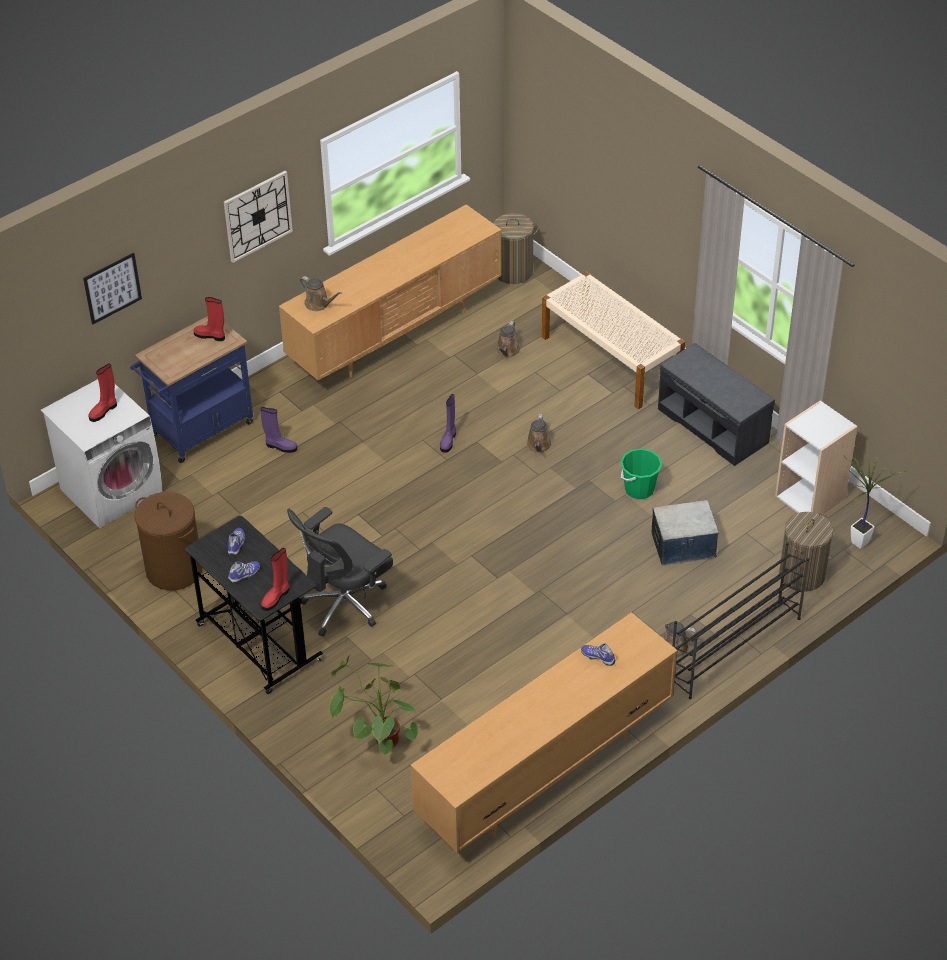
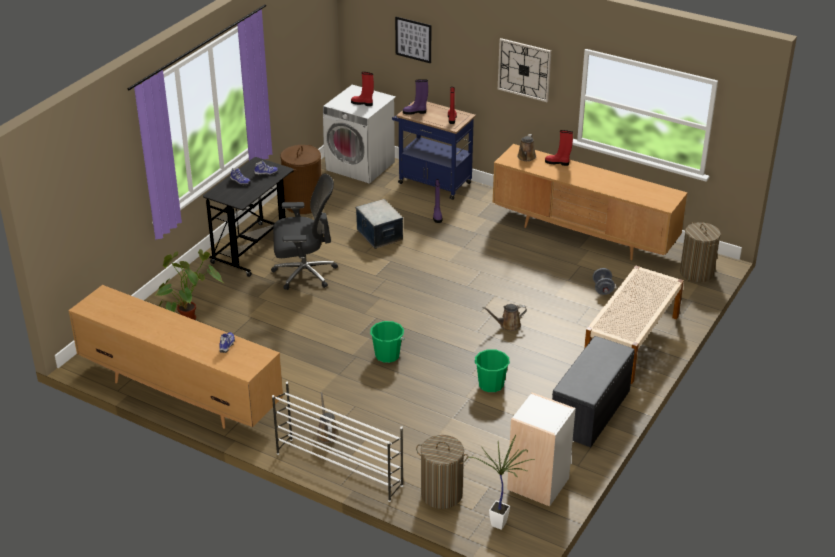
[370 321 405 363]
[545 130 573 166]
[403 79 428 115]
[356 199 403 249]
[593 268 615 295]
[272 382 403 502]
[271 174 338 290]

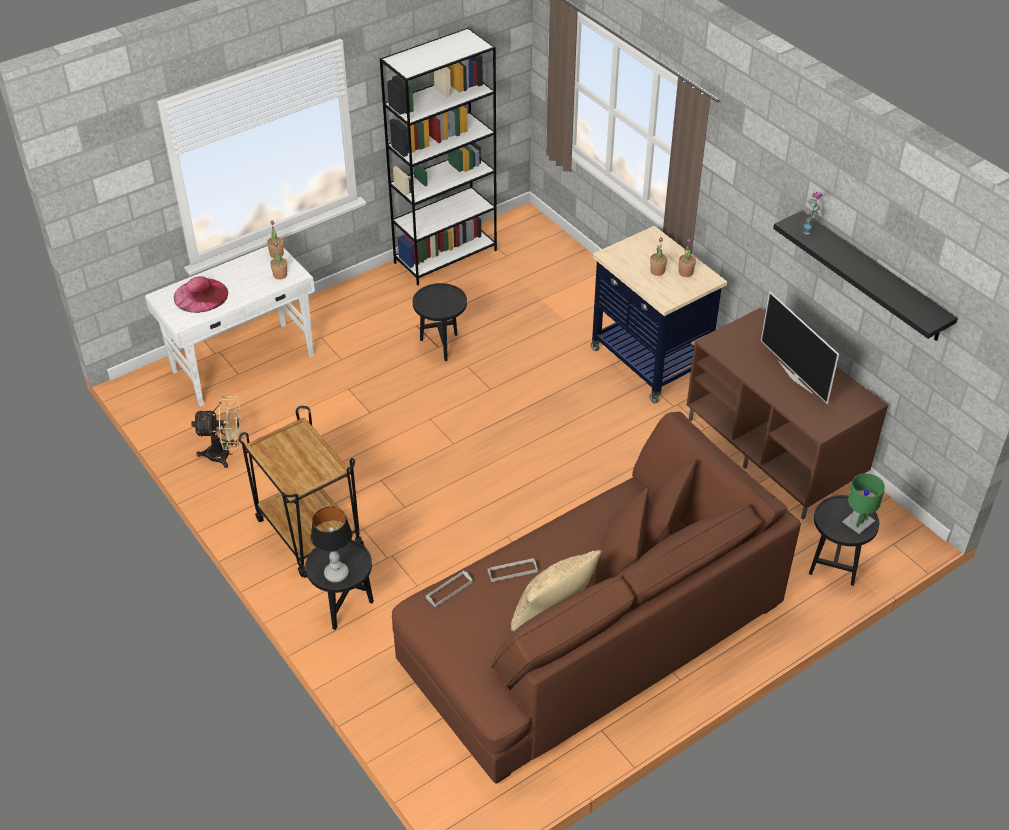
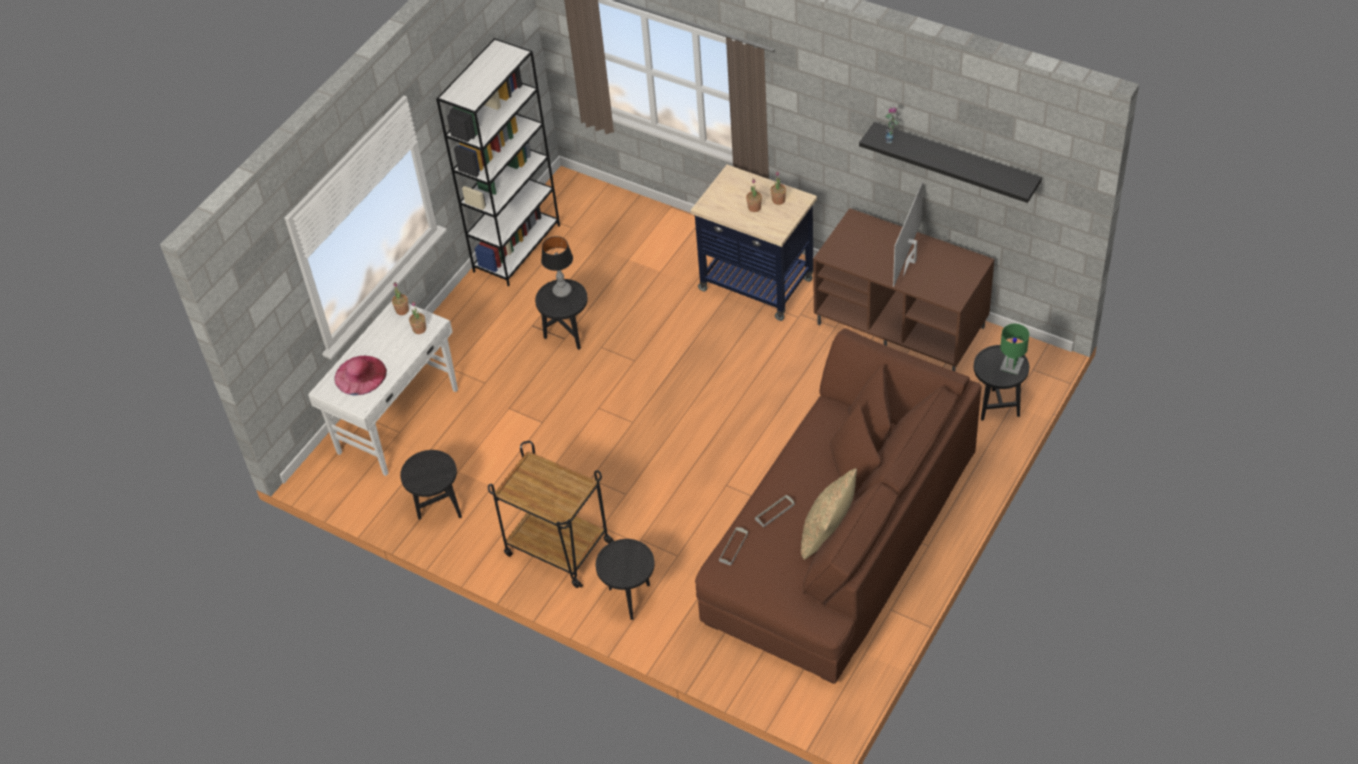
[541 236 573 297]
[400 450 462 520]
[893 181 923 287]

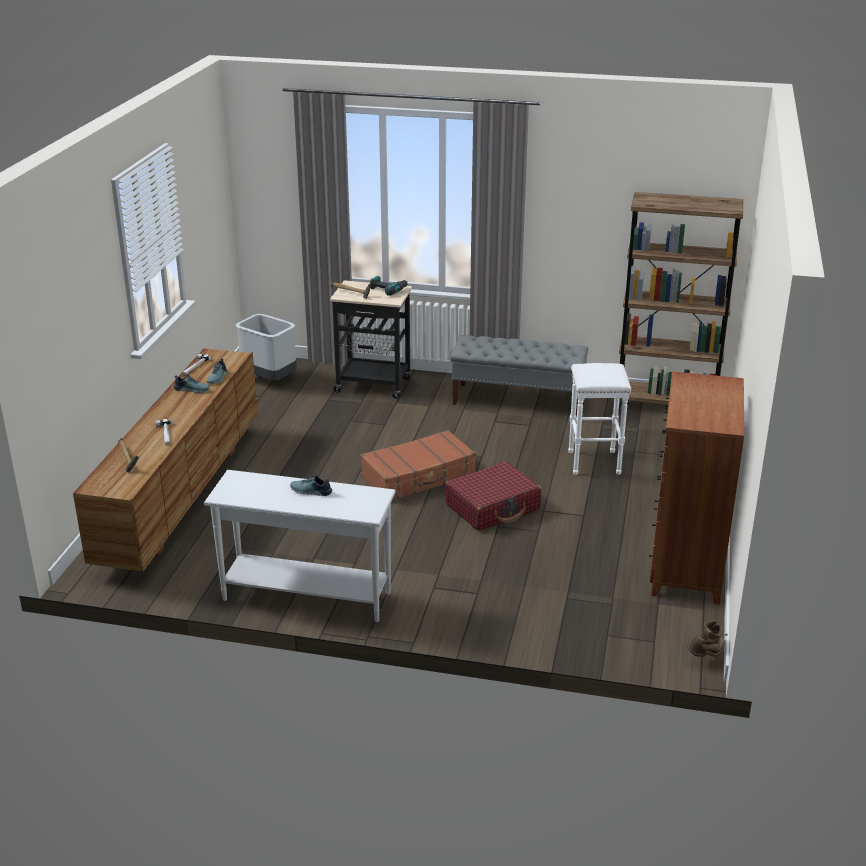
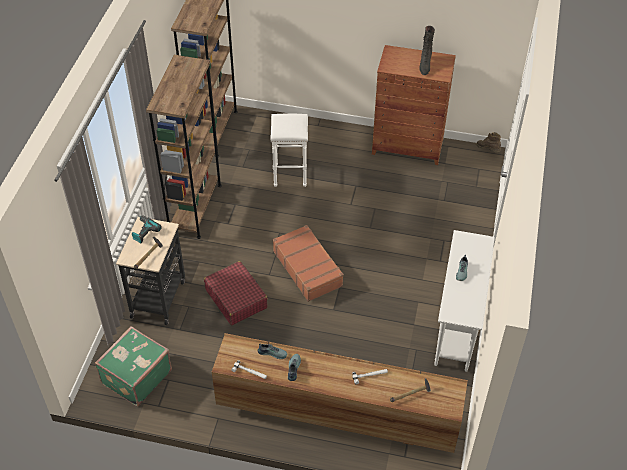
[419 26 435 75]
[204 261 268 325]
[95 326 172 406]
[146 55 222 239]

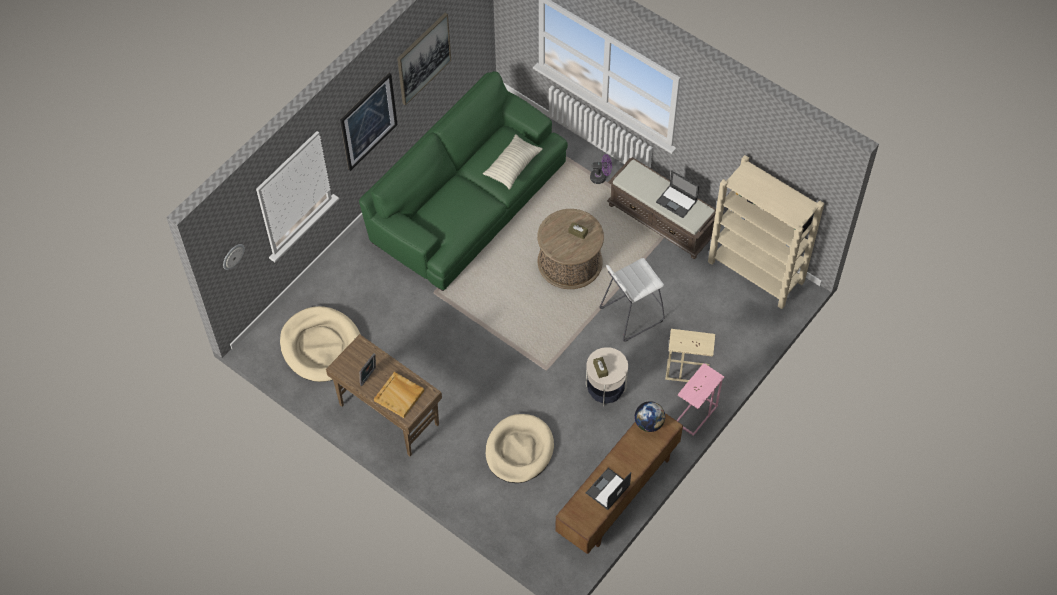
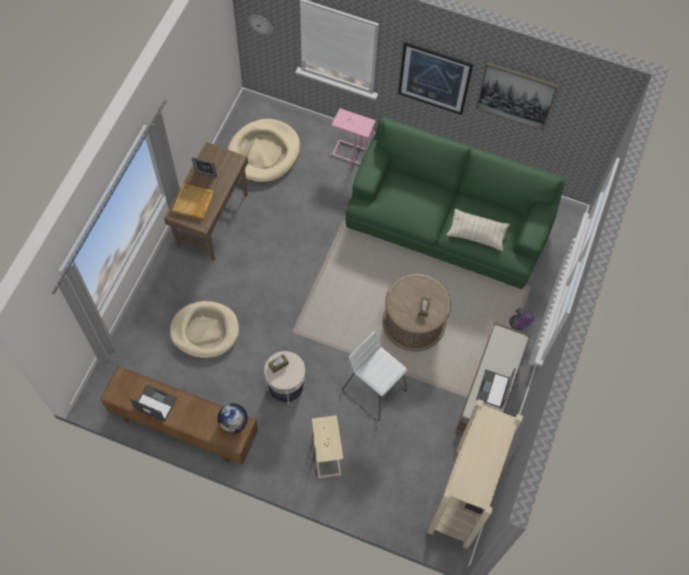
[332 108 376 165]

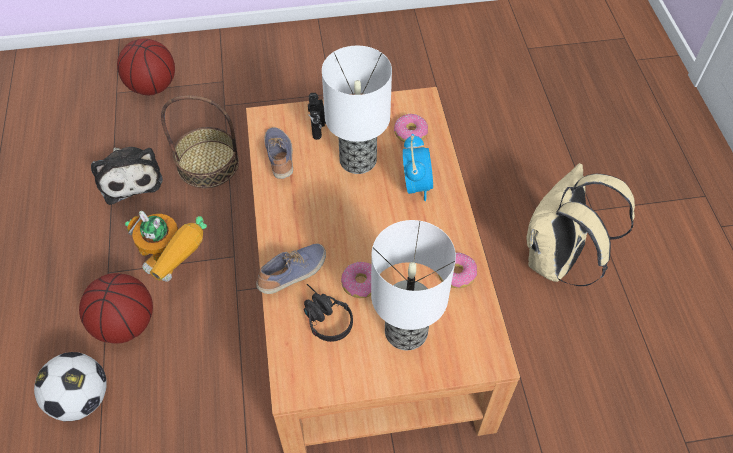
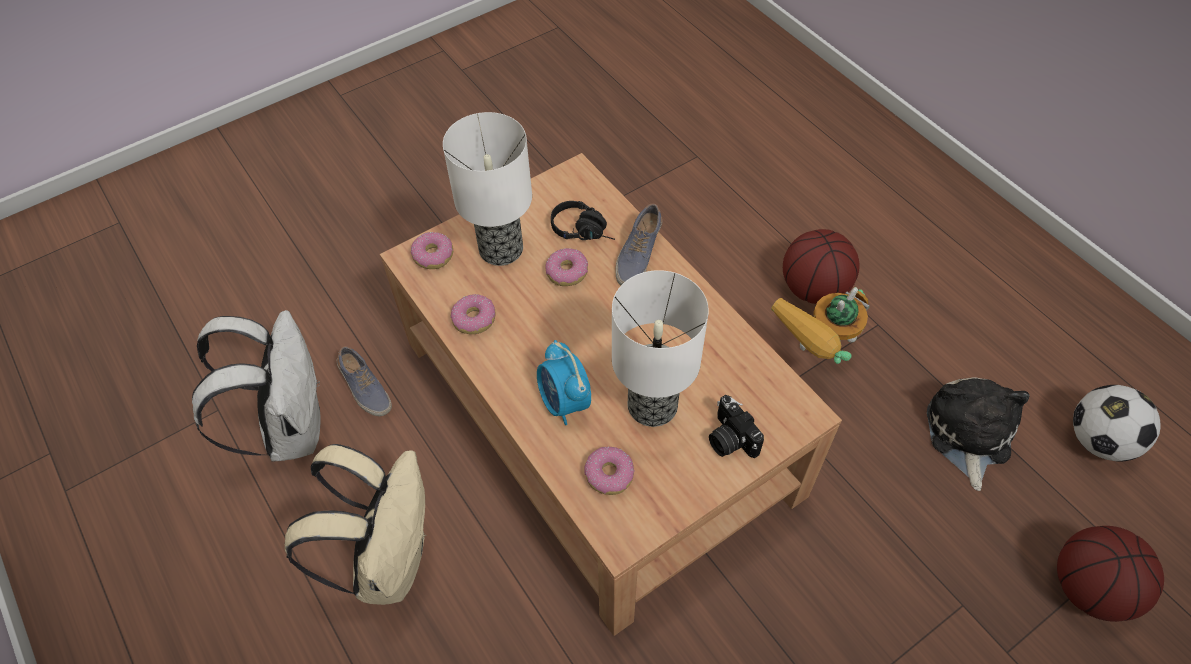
[161 95 239 188] (first image)
[192 310 321 461]
[411 232 453 269]
[1073 385 1161 462]
[337 346 392 416]
[927 377 1029 491]
[771 287 870 364]

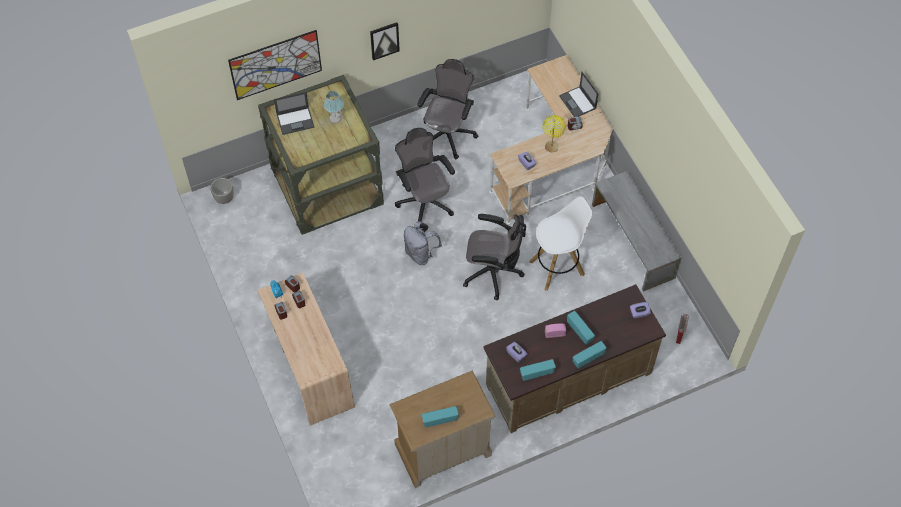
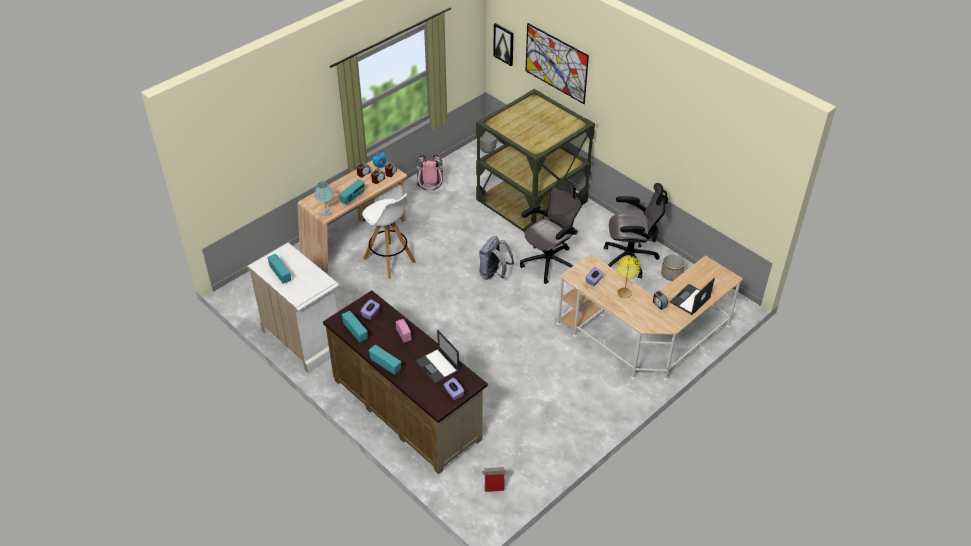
[463 214 526 300] (first image)
[592 171 682 292] (first image)
[416 155 443 191]
[661 254 685 281]
[415 329 460 384]
[314 182 334 216]
[493 23 514 66]
[362 193 416 279]
[339 179 365 205]
[247 242 340 373]

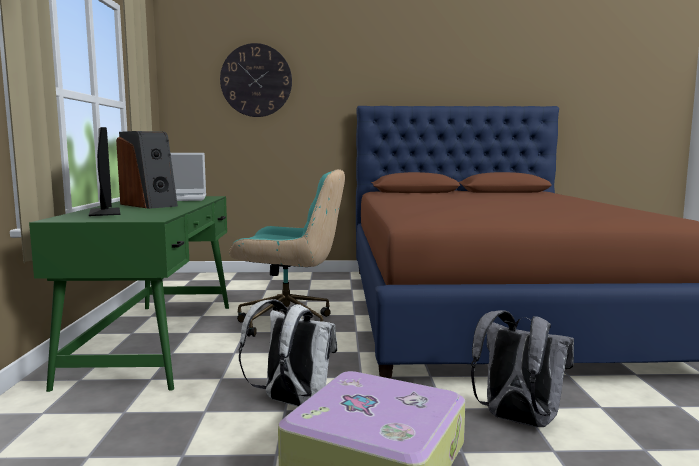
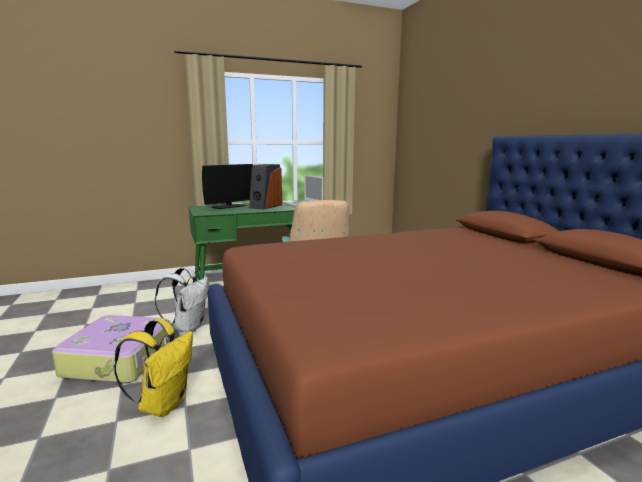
[220 43 292 117] (first image)
[114 318 193 417]

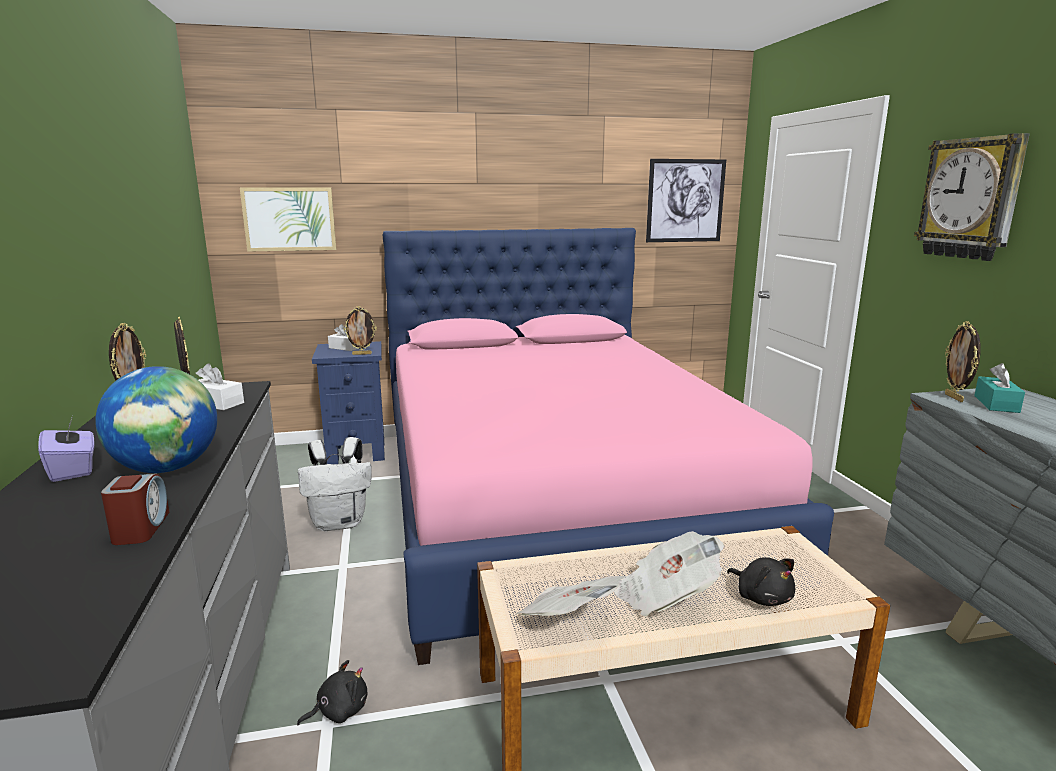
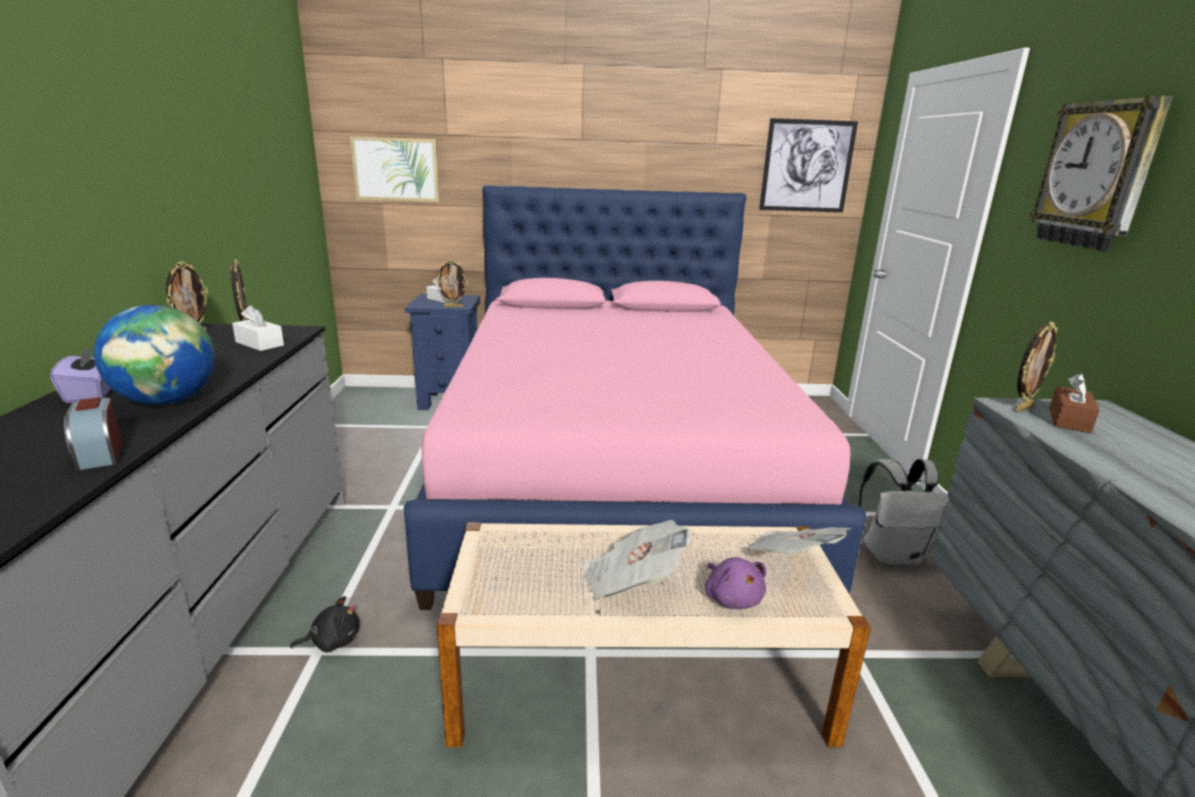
[859 459 949 565]
[741 527 852 553]
[705 557 766 609]
[1049 373 1100 433]
[64 397 122 471]
[1016 322 1058 412]

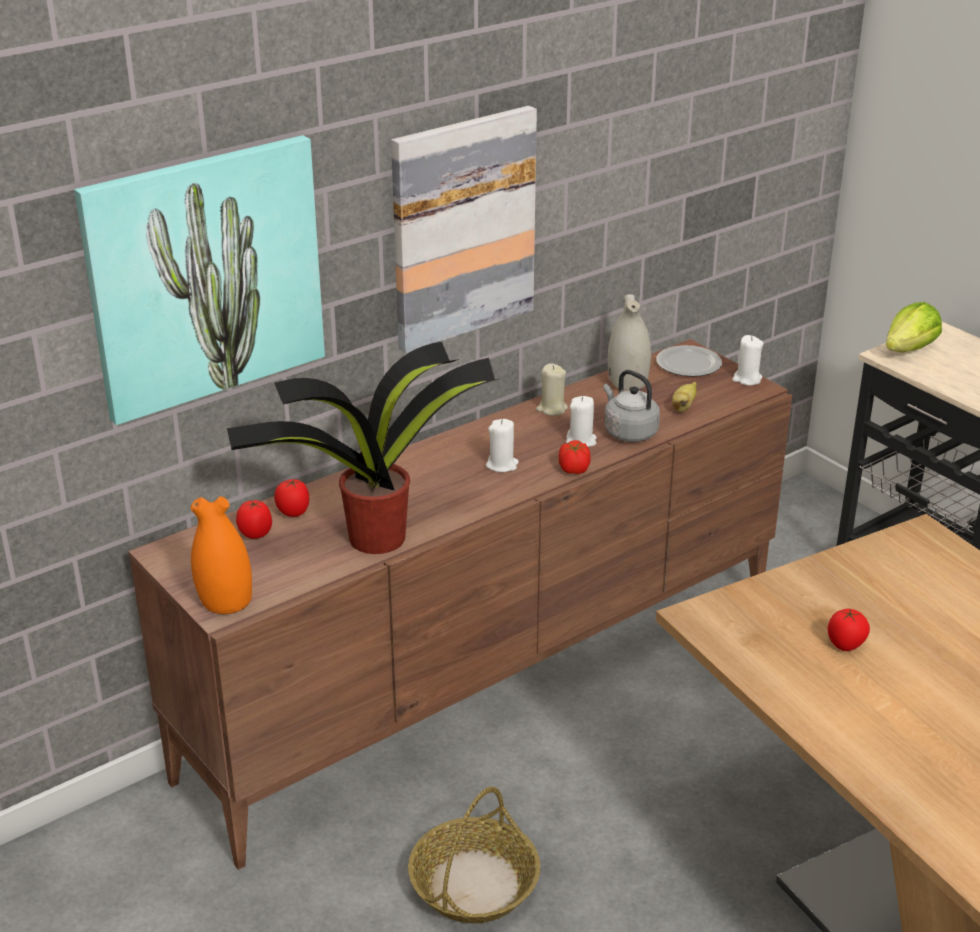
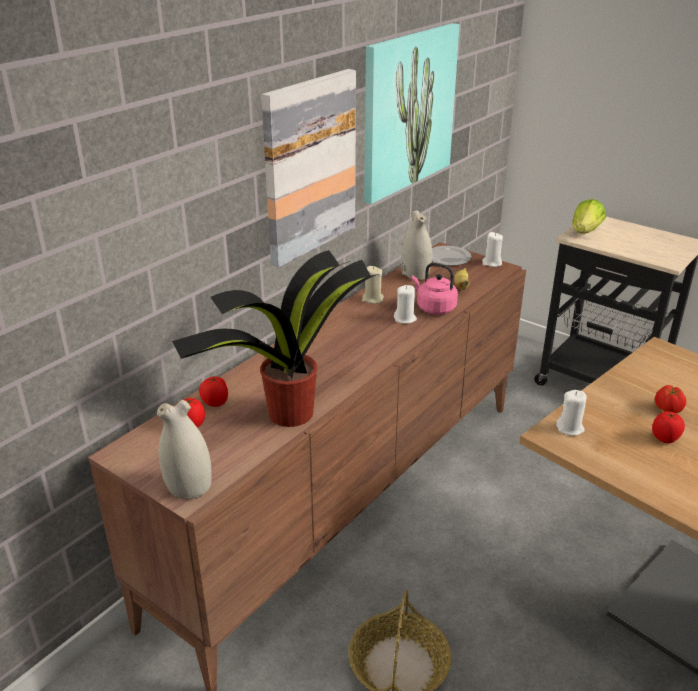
[364 23 460 204]
[556 390 586 436]
[655 385 686 413]
[157 400 212 500]
[412 262 458 315]

